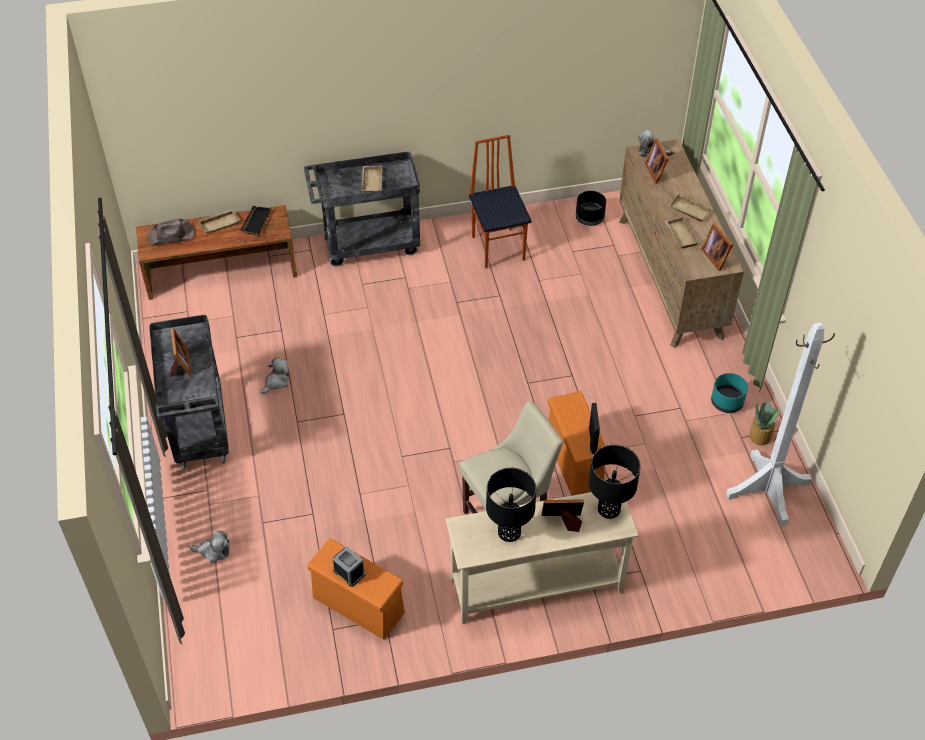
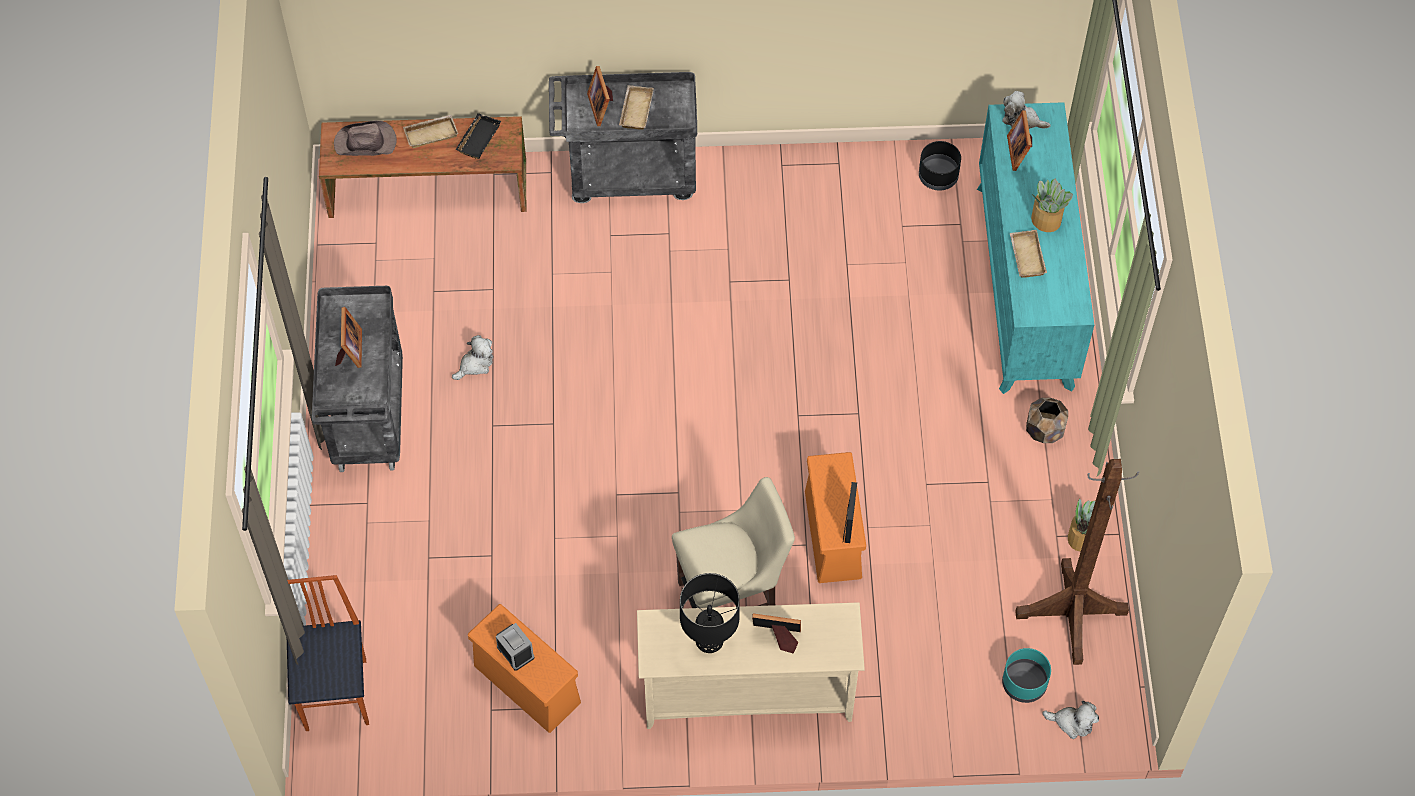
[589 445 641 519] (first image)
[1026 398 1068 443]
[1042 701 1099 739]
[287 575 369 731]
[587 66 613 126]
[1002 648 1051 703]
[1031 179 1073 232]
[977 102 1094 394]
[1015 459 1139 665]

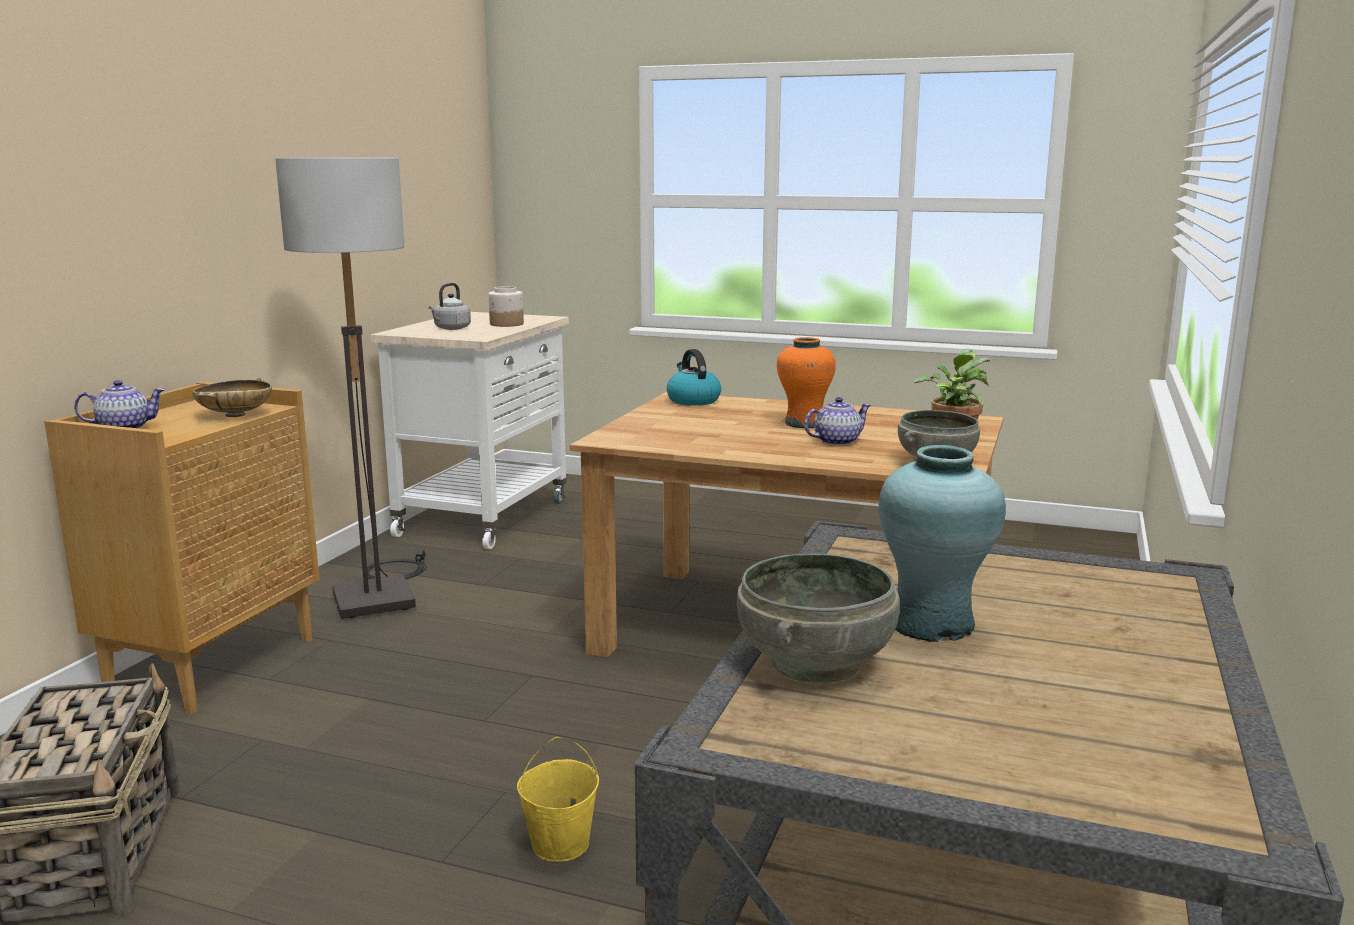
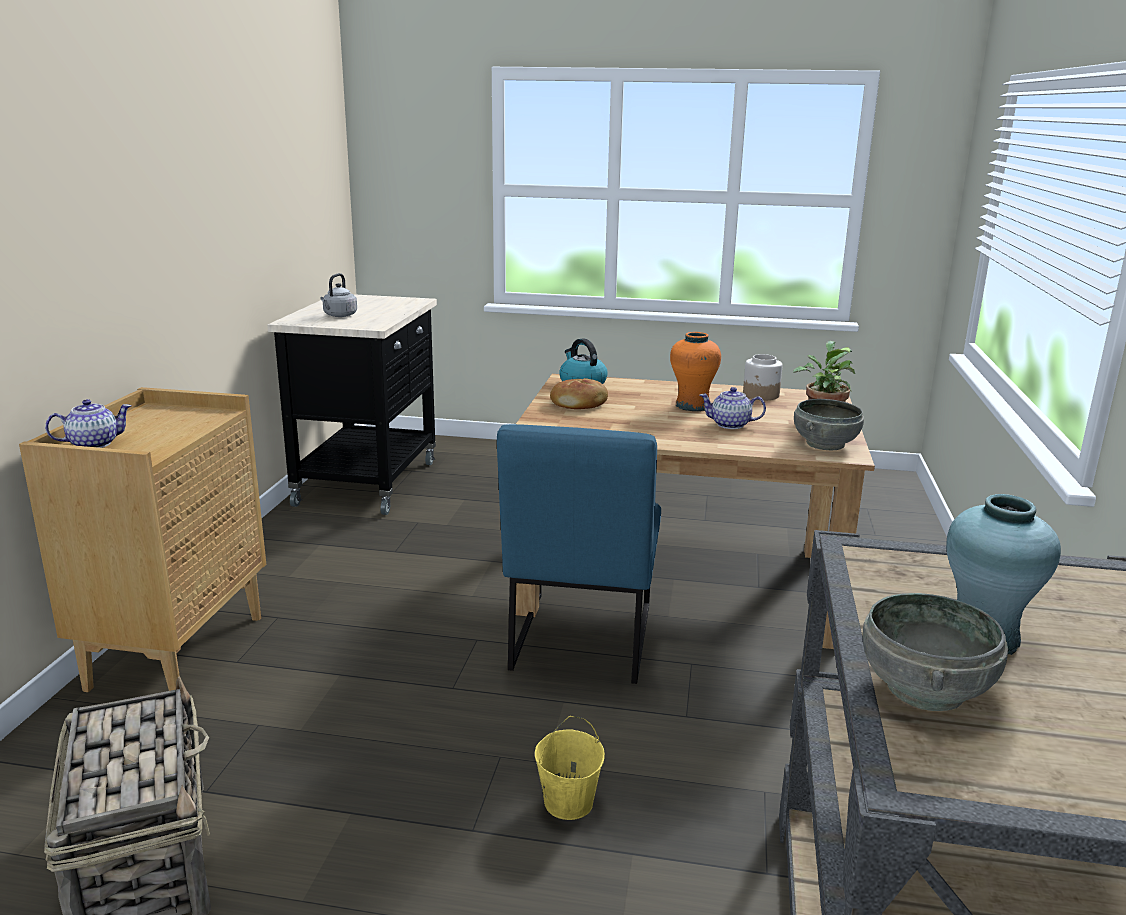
[192 378 272 417] (first image)
[275 158 426 619] (first image)
[497 424 661 684]
[550 378 608 409]
[743 354 783 400]
[267 294 437 515]
[699 387 766 429]

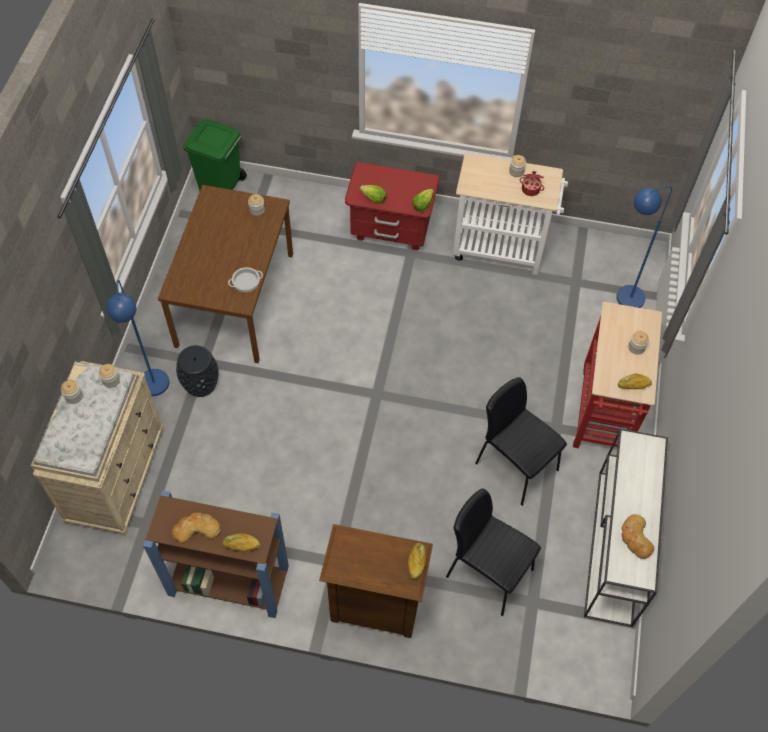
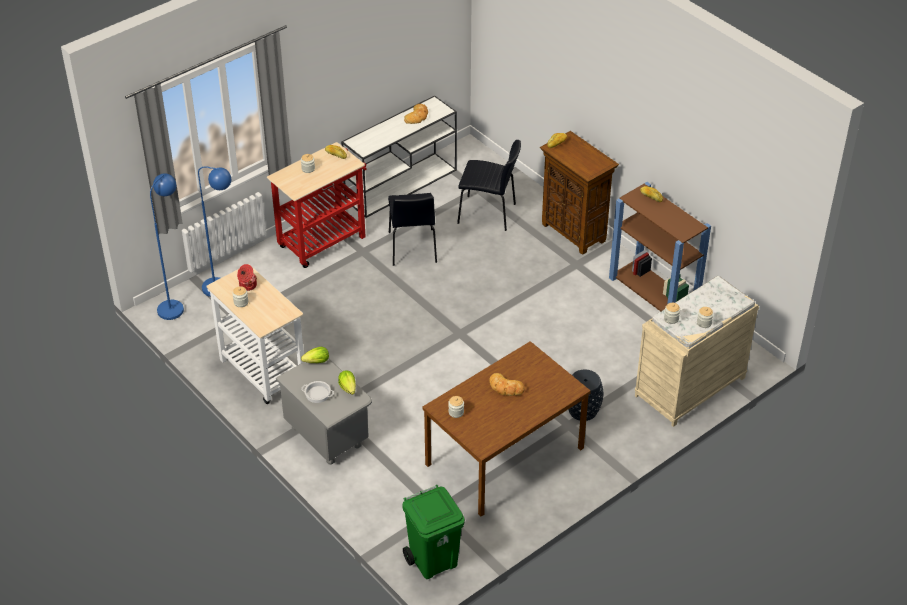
[150 173 184 320]
[489 373 525 396]
[301 381 334 403]
[276 358 372 465]
[457 140 521 231]

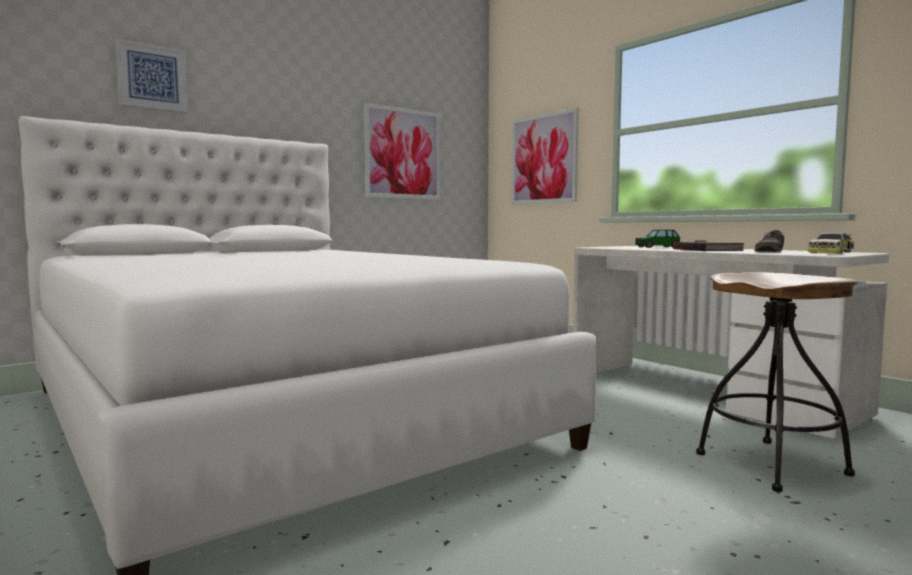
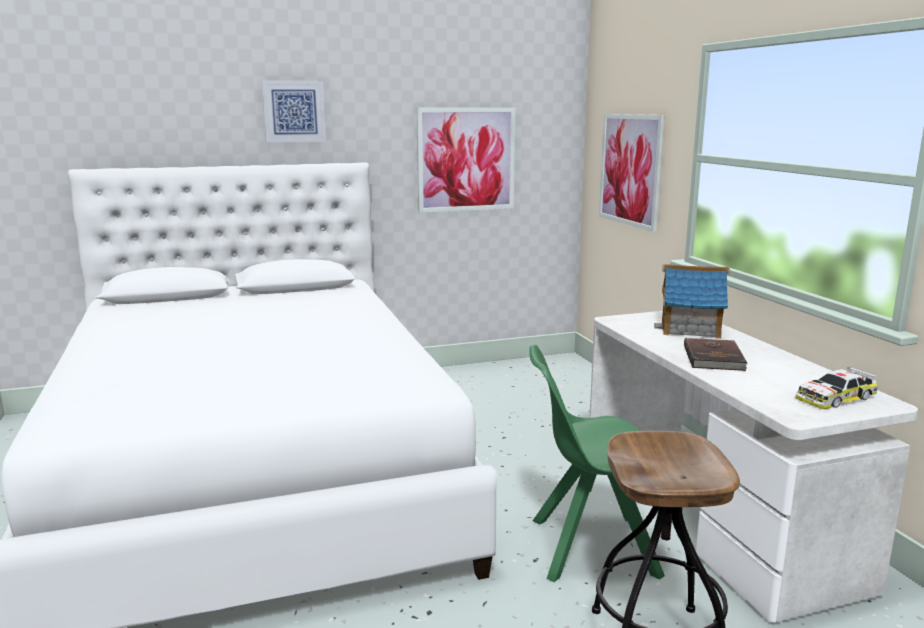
[754 230 784 252] (first image)
[529 345 665 582]
[262 80 326 143]
[654 264 730 339]

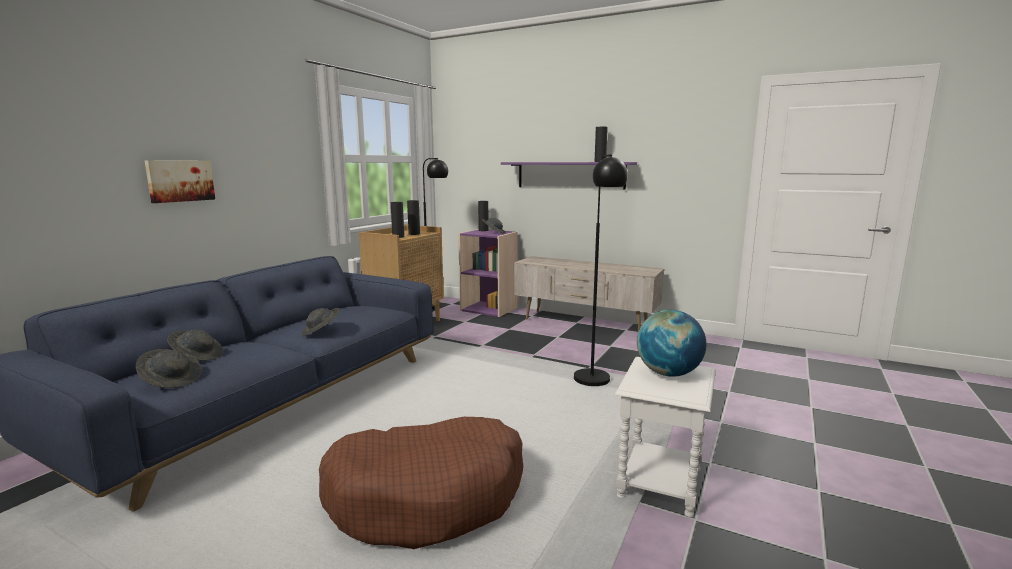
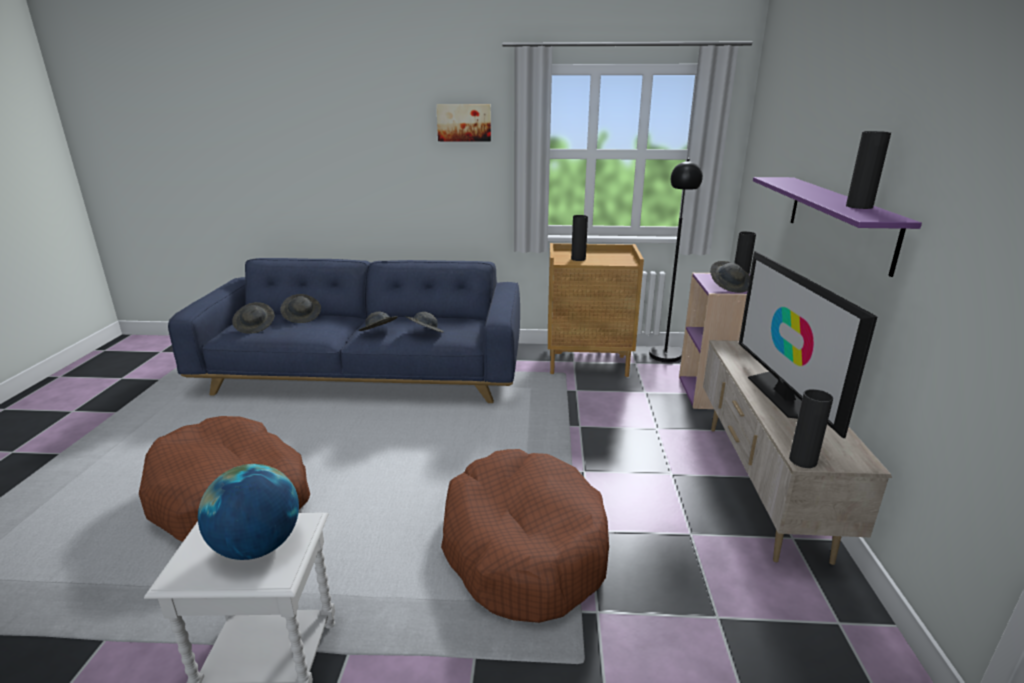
[407 312 444 333]
[739 251 878 438]
[436 104 491 142]
[789 389 833 468]
[441 449 609 623]

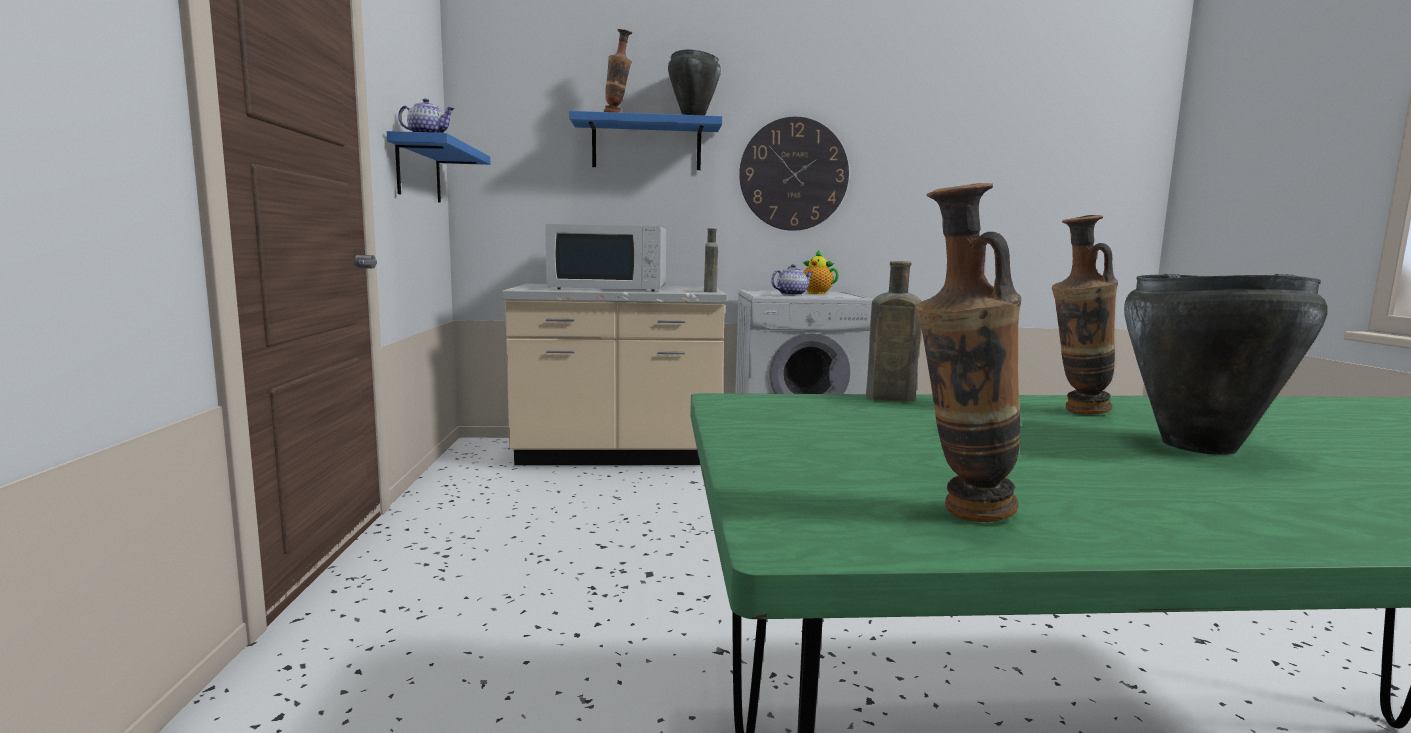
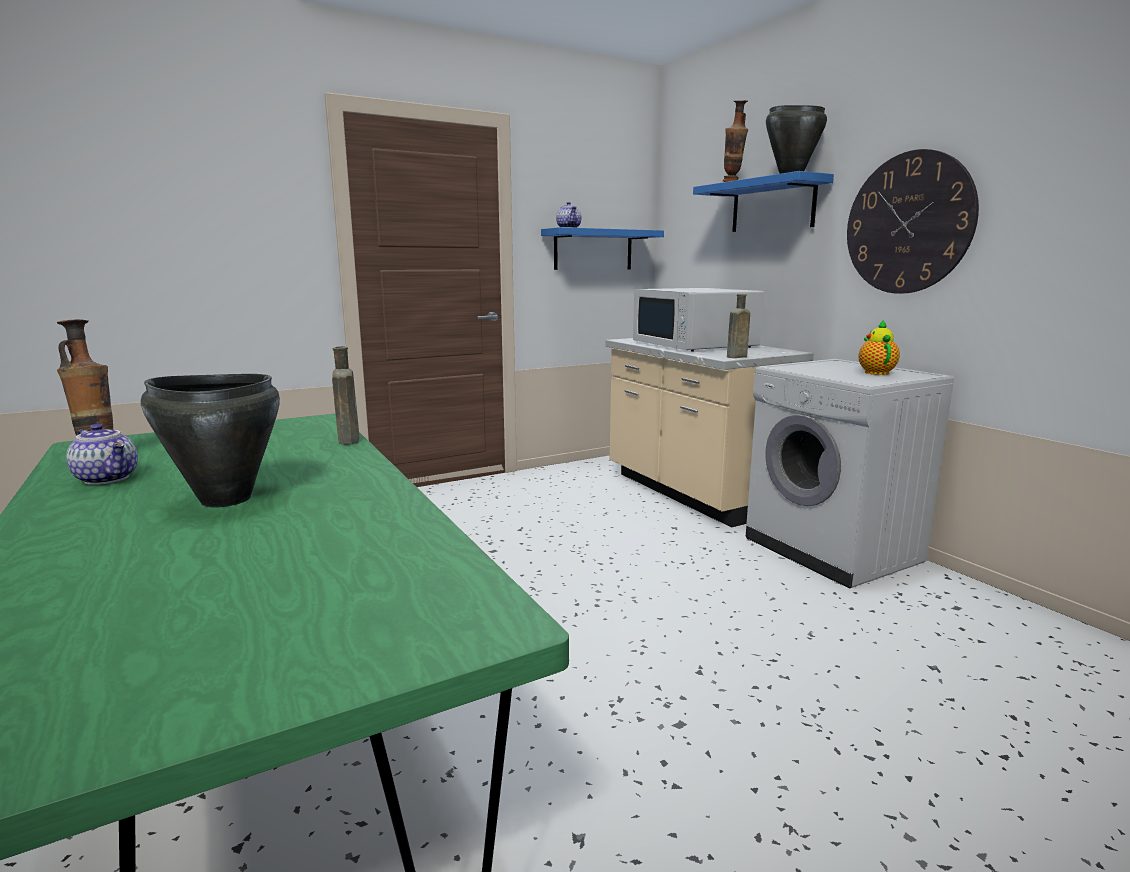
[1052 215 1118 415] (first image)
[66 424 138 485]

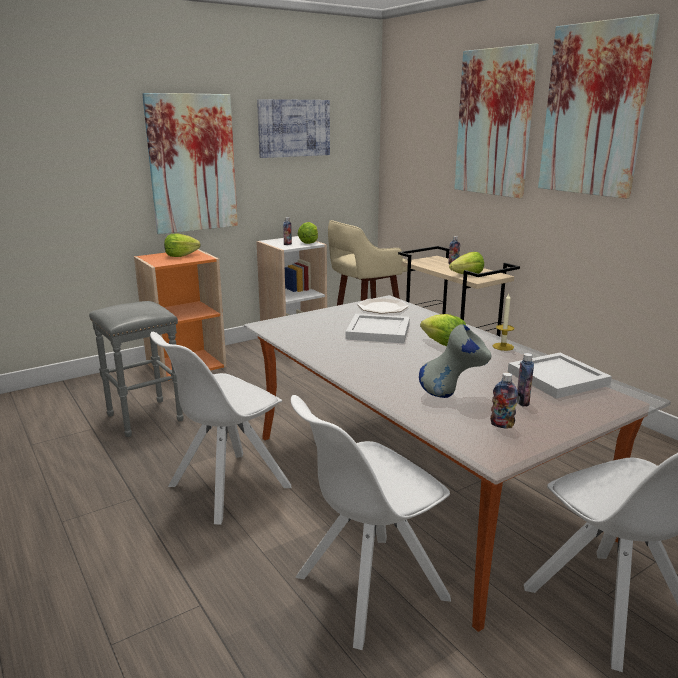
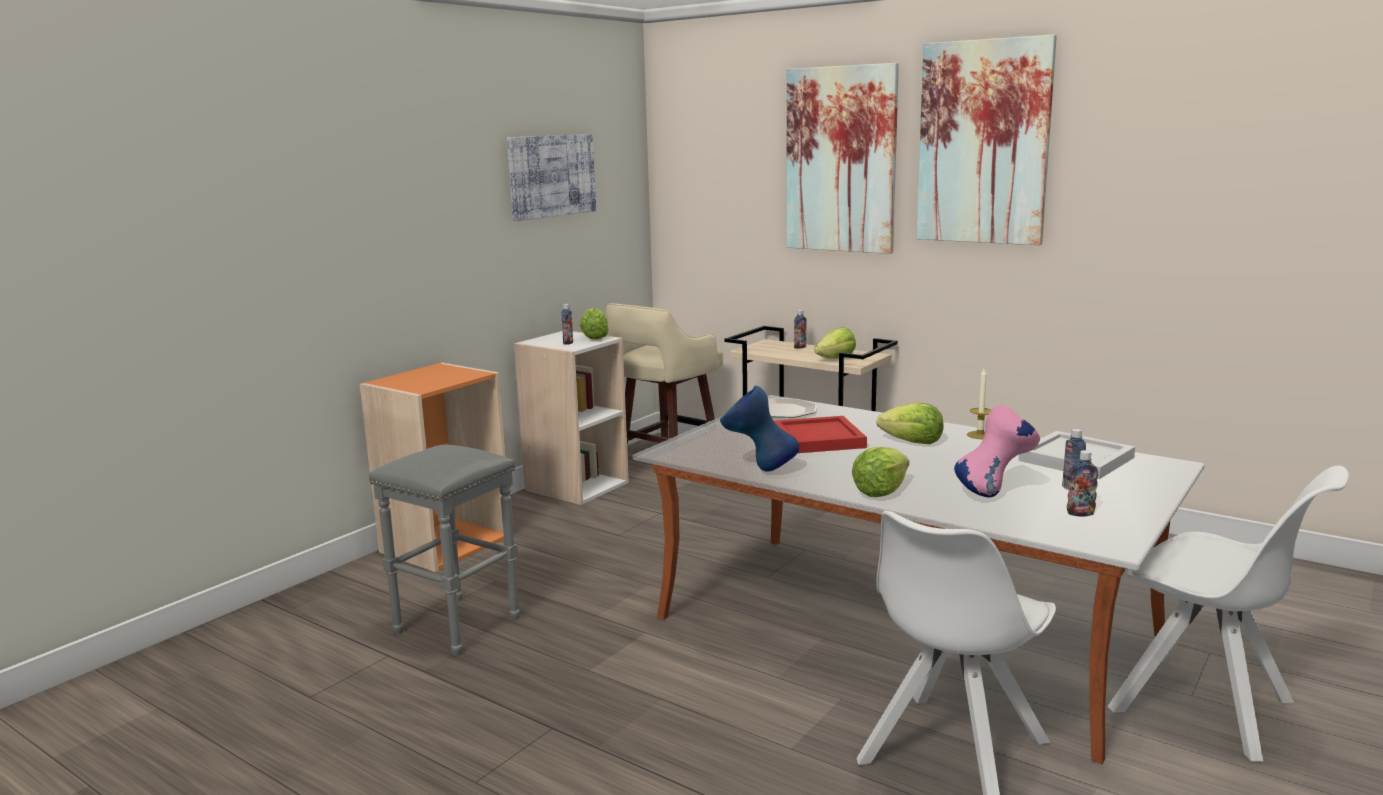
[142 93 238 234] (first image)
[150 332 291 525] (first image)
[720 386 800 472]
[852 447 909 497]
[774 416 867 453]
[954 405 1040 497]

